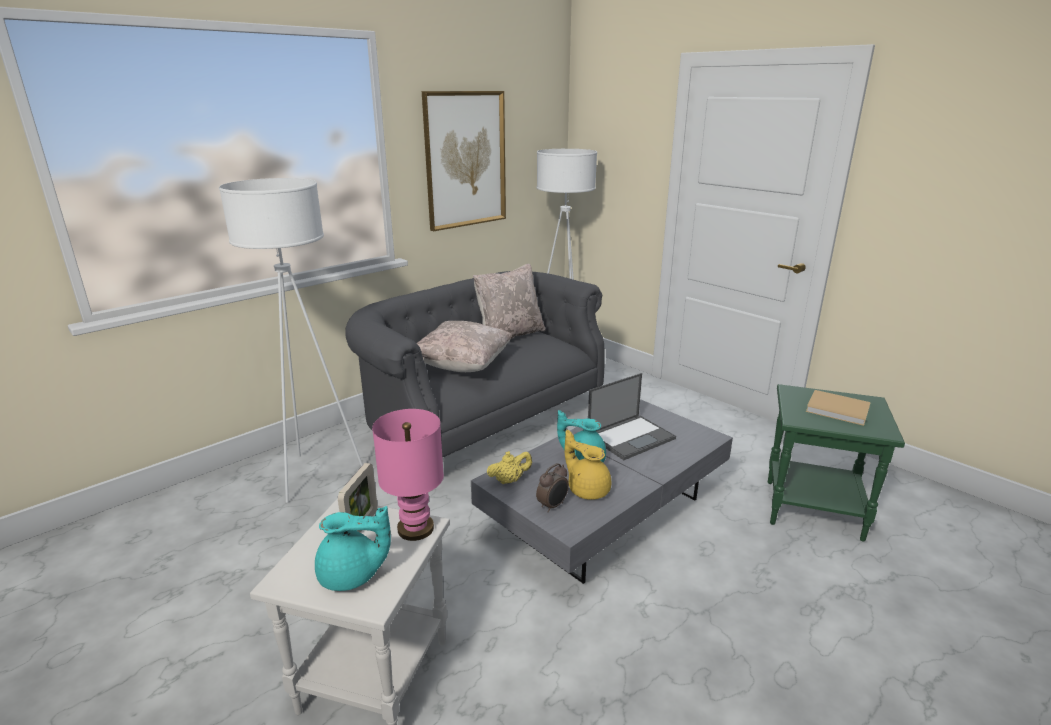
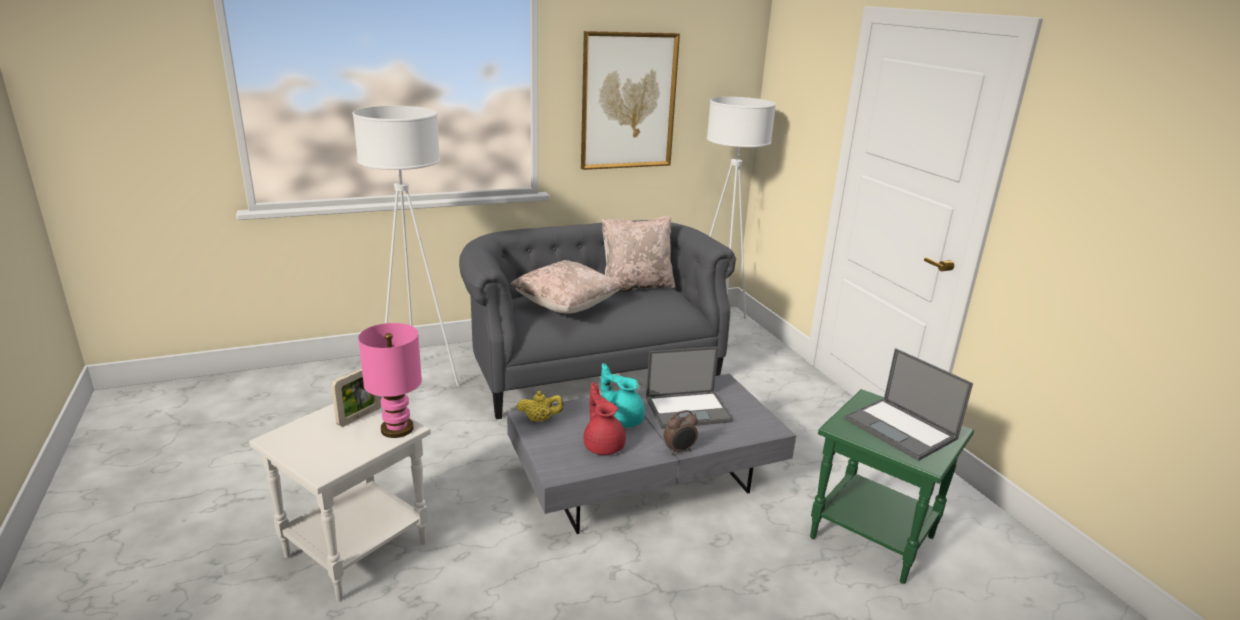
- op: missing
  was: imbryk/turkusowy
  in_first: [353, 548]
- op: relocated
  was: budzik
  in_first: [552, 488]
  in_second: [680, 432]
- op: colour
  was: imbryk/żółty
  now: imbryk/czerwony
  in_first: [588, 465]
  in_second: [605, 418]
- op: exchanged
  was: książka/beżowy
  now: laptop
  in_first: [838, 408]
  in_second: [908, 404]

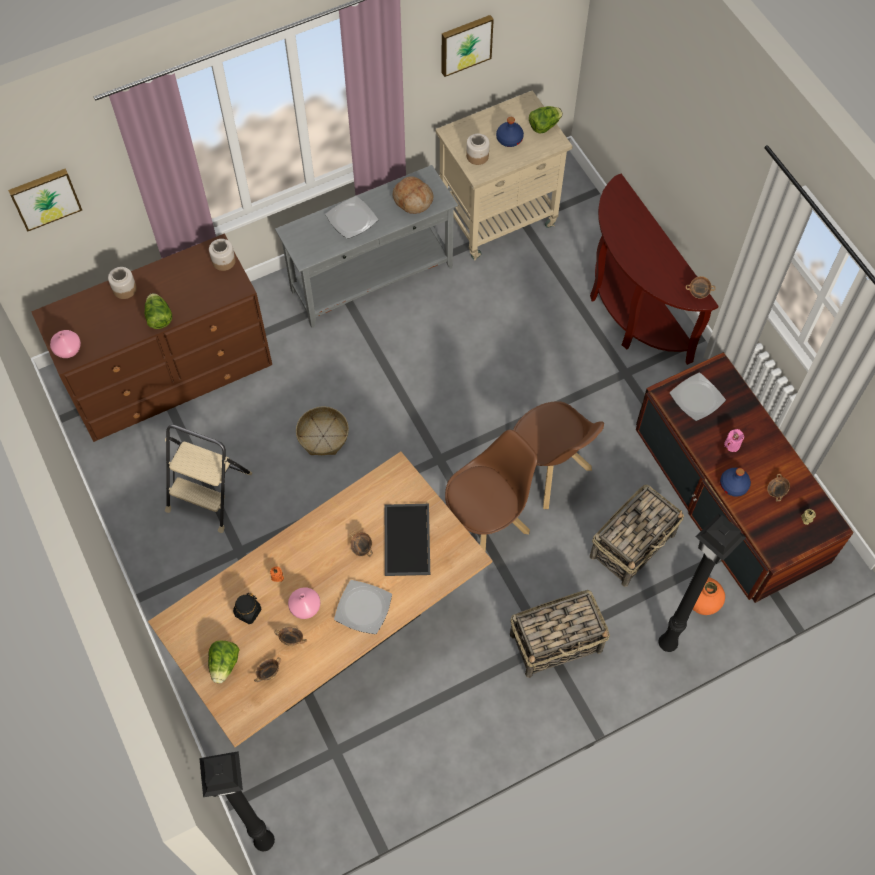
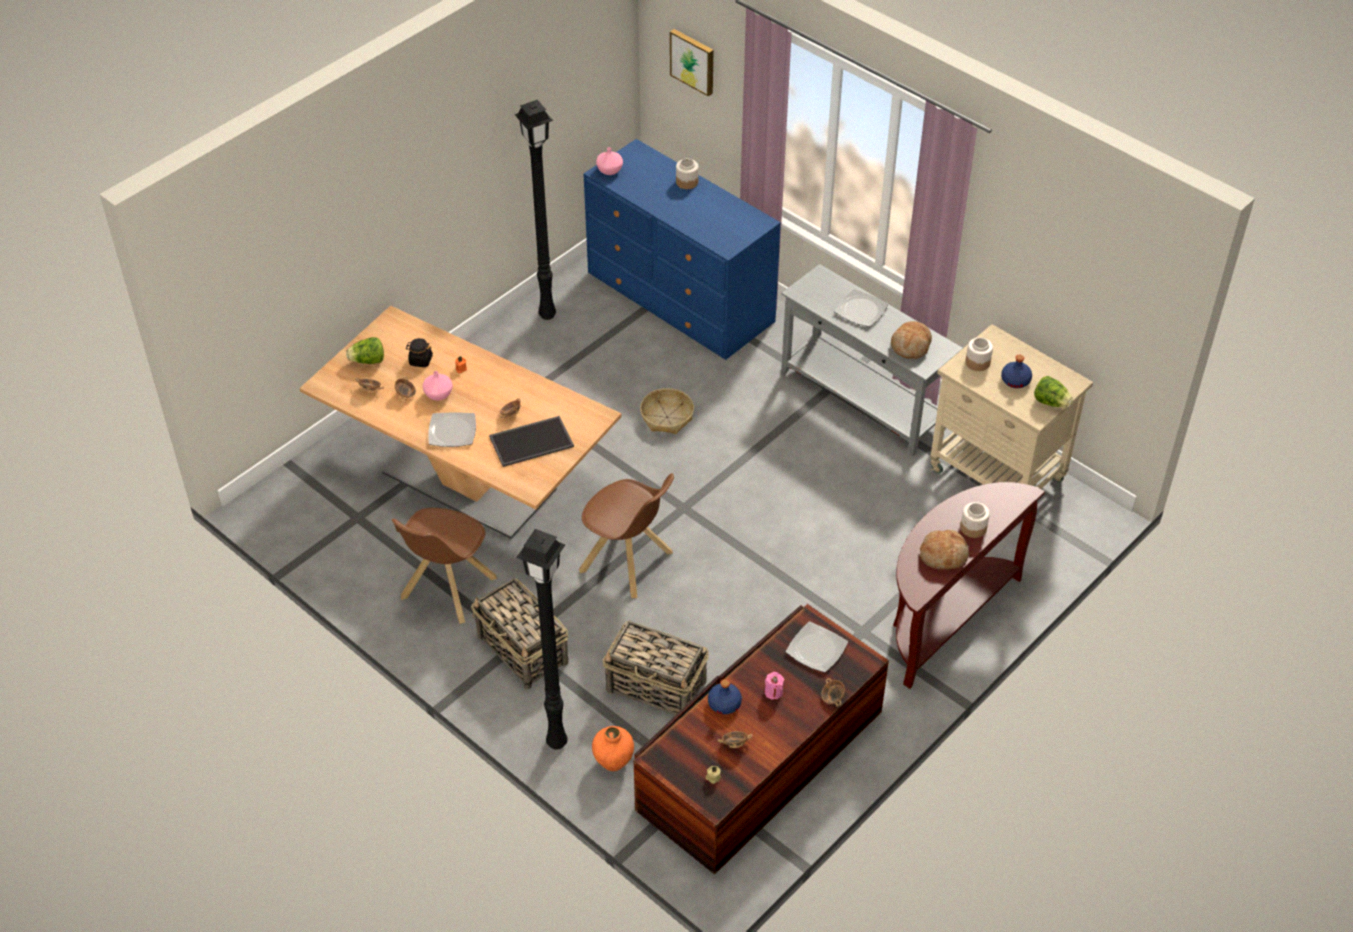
- op: colour
  was: komoda/brązowy
  now: komoda/niebieski
  in_first: [151, 337]
  in_second: [682, 249]
- op: missing
  was: sałata
  in_first: [158, 311]
- op: missing
  was: drabinka/beżowy
  in_first: [208, 479]
- op: relocated
  was: lampa stojąca/czarny
  in_first: [237, 801]
  in_second: [535, 210]
- op: relocated
  was: słoik
  in_first: [222, 255]
  in_second: [975, 520]
- op: missing
  was: obraz
  in_first: [468, 46]
- op: relocated
  was: krzesło/brązowy
  in_first: [558, 455]
  in_second: [444, 566]
- op: relocated
  was: miska
  in_first: [700, 287]
  in_second: [833, 692]
- op: appeared
  now: chleb
  in_second: [944, 549]

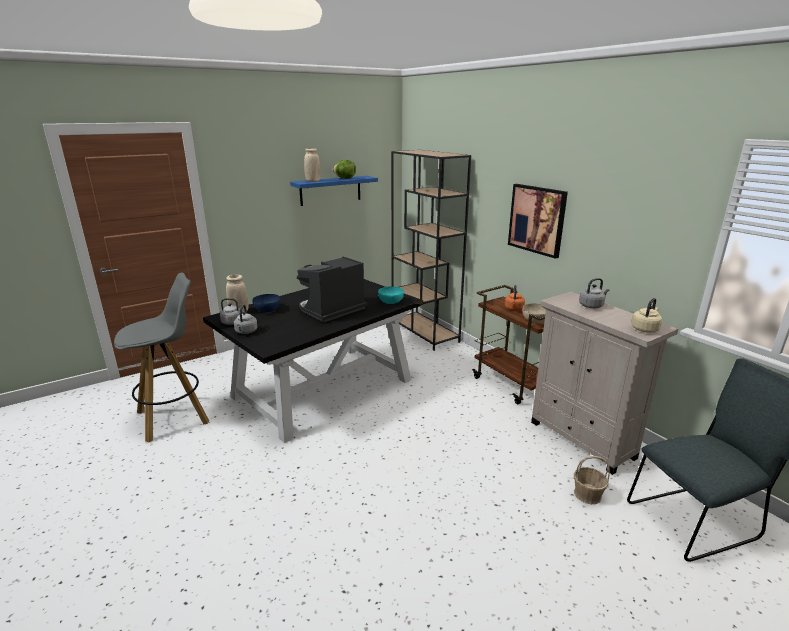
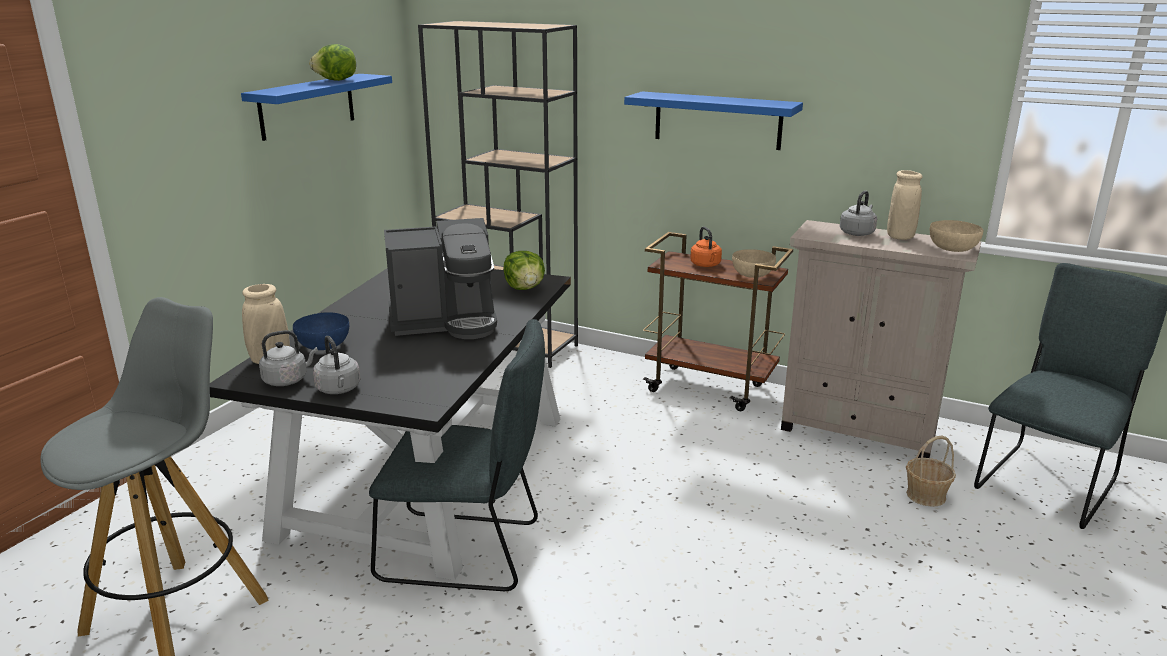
- op: spun
  was: ekspres do kawy
  in_first: [332, 289]
  in_second: [440, 278]
  clockwise: -120
- op: relocated
  was: wazon/beżowy
  in_first: [312, 165]
  in_second: [905, 205]
- op: exchanged
  was: miska/turkusowy
  now: sałata
  in_first: [391, 295]
  in_second: [524, 270]
- op: exchanged
  was: obraz
  now: półka/niebieski
  in_first: [538, 221]
  in_second: [713, 121]
- op: exchanged
  was: czajnik/beżowy
  now: miska/beżowy
  in_first: [646, 315]
  in_second: [956, 236]
- op: appeared
  now: krzesło/szary
  in_second: [457, 455]

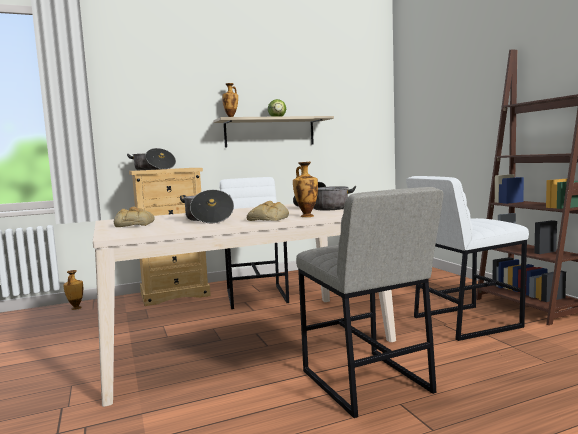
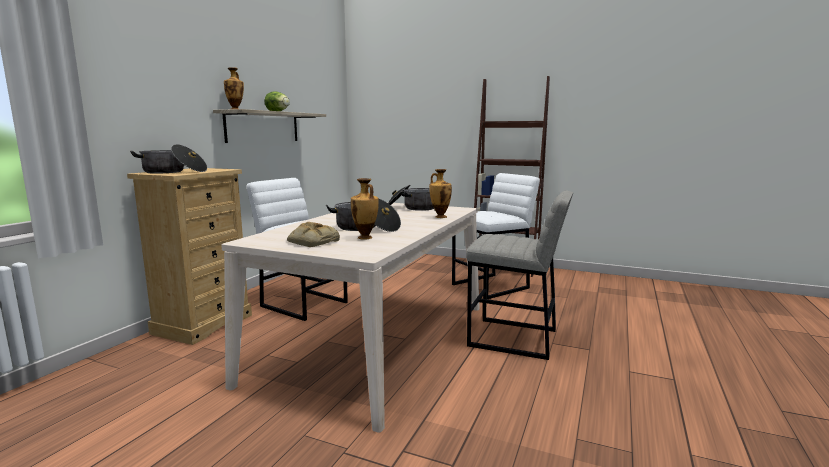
- op: relocated
  was: wazon
  in_first: [73, 290]
  in_second: [365, 209]
- op: missing
  was: chleb
  in_first: [268, 211]
- op: spun
  was: krzesło/biały
  in_first: [467, 258]
  in_second: [496, 236]
  clockwise: -150

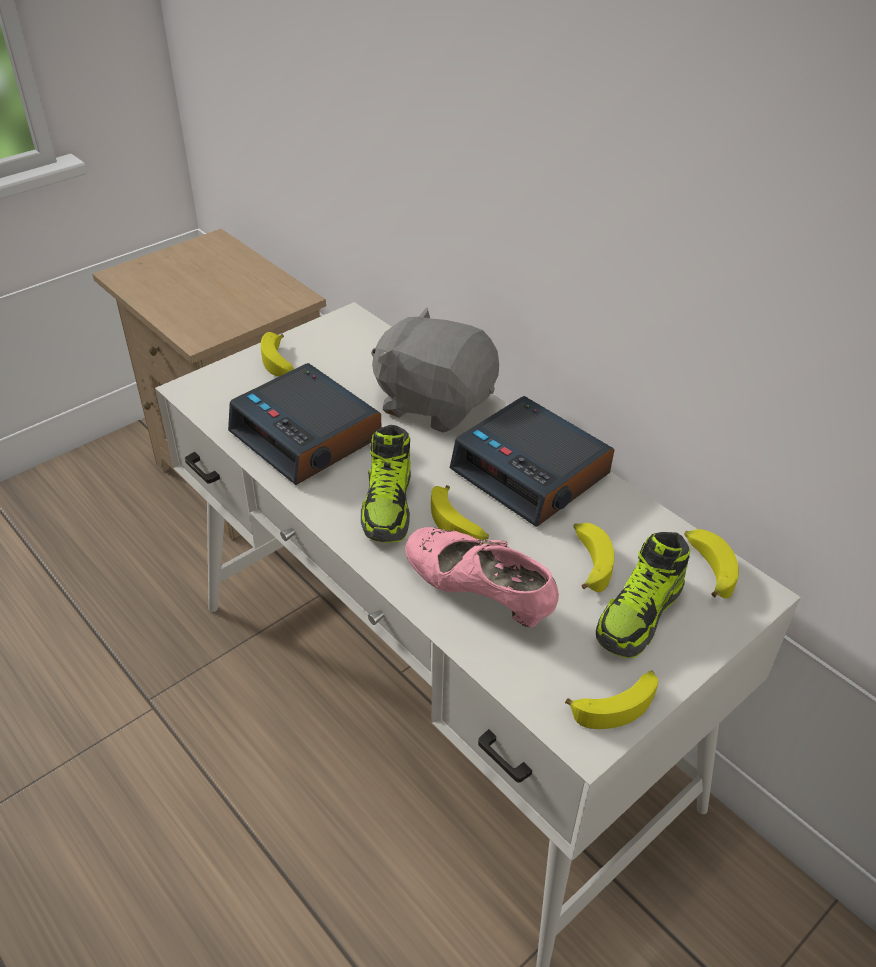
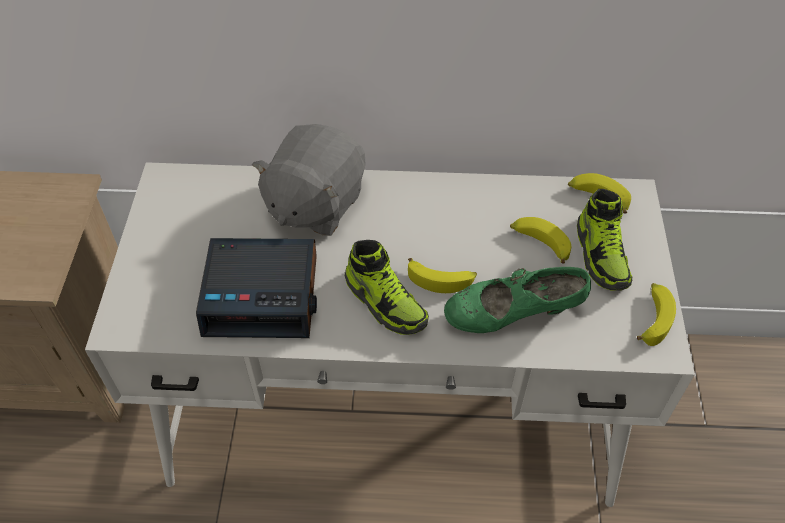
- op: missing
  was: banan
  in_first: [277, 354]
- op: spun
  was: pluszak/szary
  in_first: [435, 370]
  in_second: [309, 180]
  clockwise: -45
- op: colour
  was: but/różowy
  now: but/zielony
  in_first: [482, 577]
  in_second: [517, 300]
- op: missing
  was: budzik
  in_first: [532, 461]

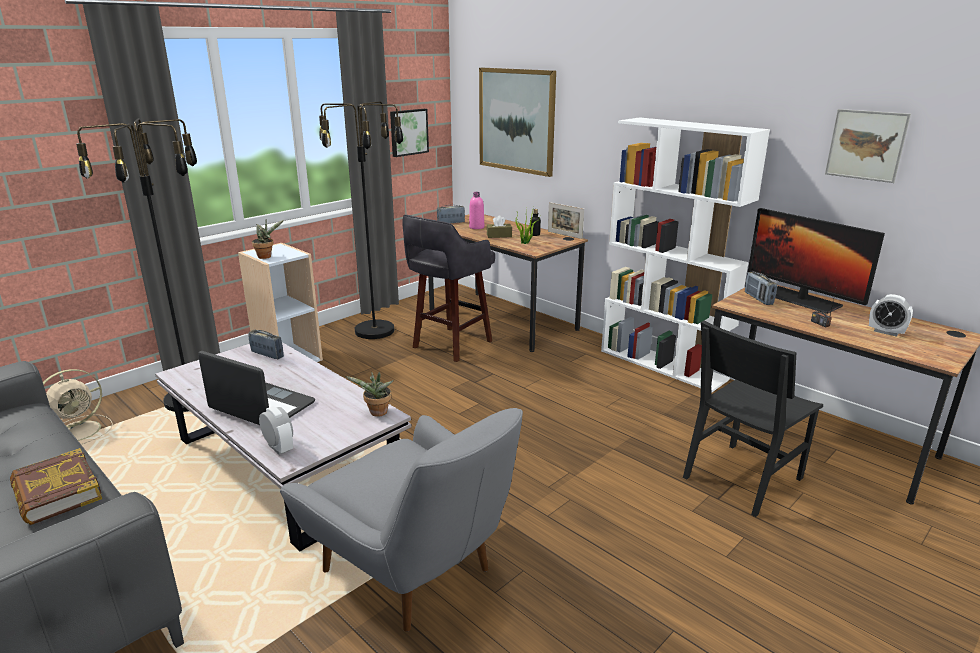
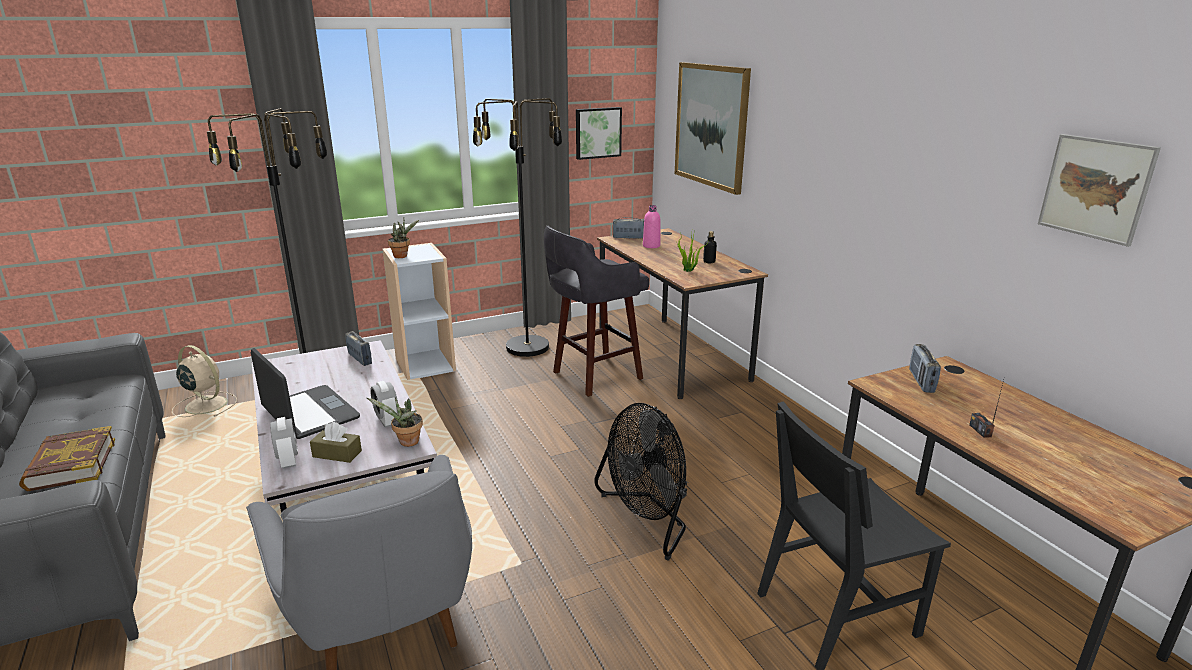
- op: spun
  was: wentylator/beżowy
  in_first: [78, 406]
  in_second: [204, 381]
  clockwise: -120
- op: relocated
  was: pudełko chusteczek/brązowy
  in_first: [499, 226]
  in_second: [336, 442]
- op: missing
  was: ramka na zdjęcie
  in_first: [566, 220]
- op: missing
  was: regał/biały
  in_first: [685, 254]
- op: missing
  was: monitor
  in_first: [816, 261]
- op: relocated
  was: budzik
  in_first: [891, 315]
  in_second: [384, 404]
- op: appeared
  now: wentylator/czarny
  in_second: [641, 482]

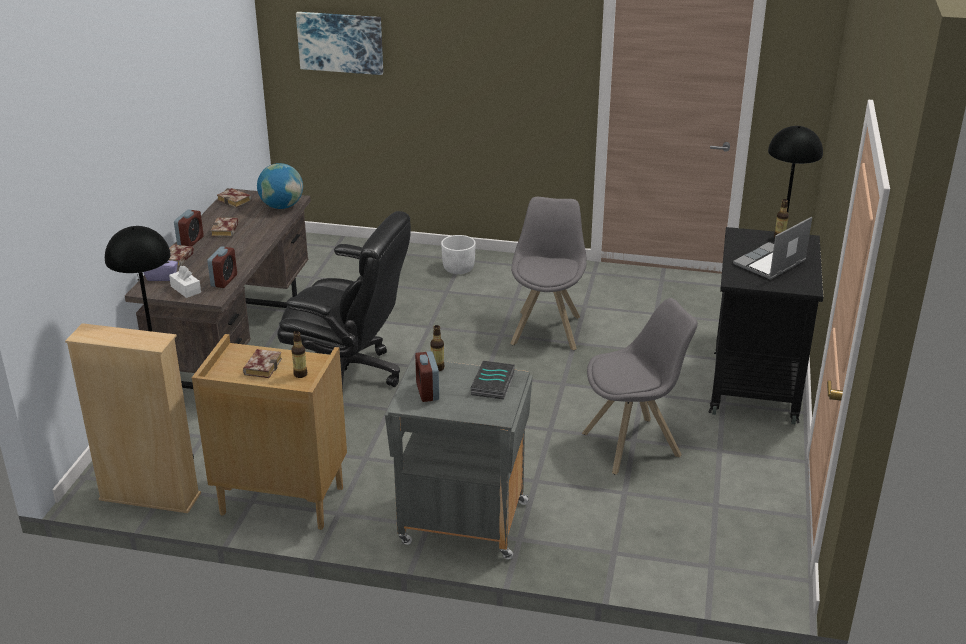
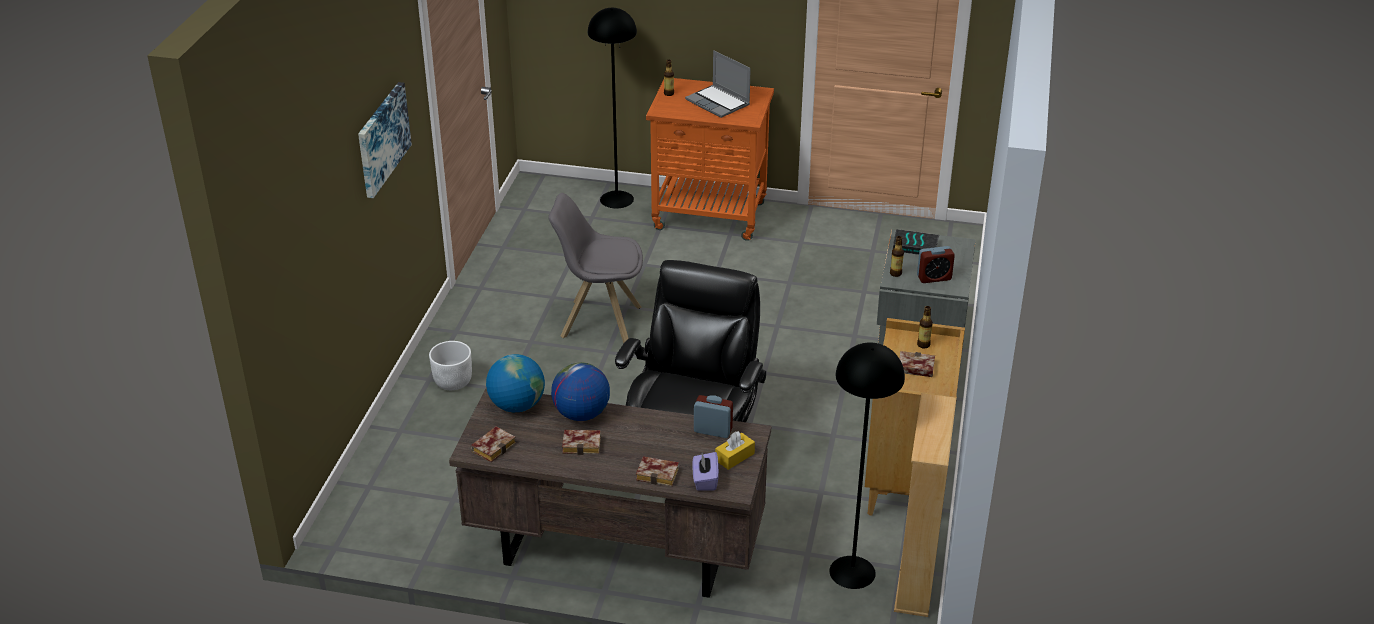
- op: colour
  was: pudełko chusteczek/biały
  now: pudełko chusteczek/żółty
  in_first: [185, 281]
  in_second: [735, 450]
- op: missing
  was: budzik
  in_first: [189, 227]
- op: relocated
  was: obraz
  in_first: [339, 43]
  in_second: [385, 140]
- op: missing
  was: krzesło/szary
  in_first: [640, 386]
- op: colour
  was: wózek/czarny
  now: wózek/pomarańczowy
  in_first: [766, 325]
  in_second: [710, 159]
- op: appeared
  now: globus
  in_second: [580, 391]

